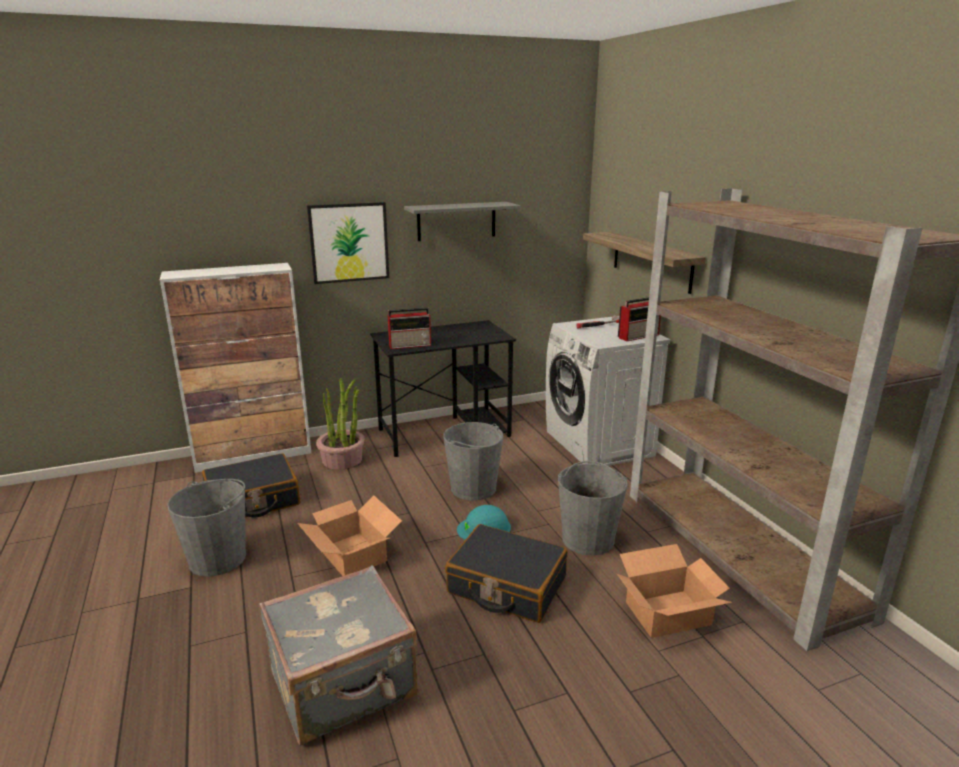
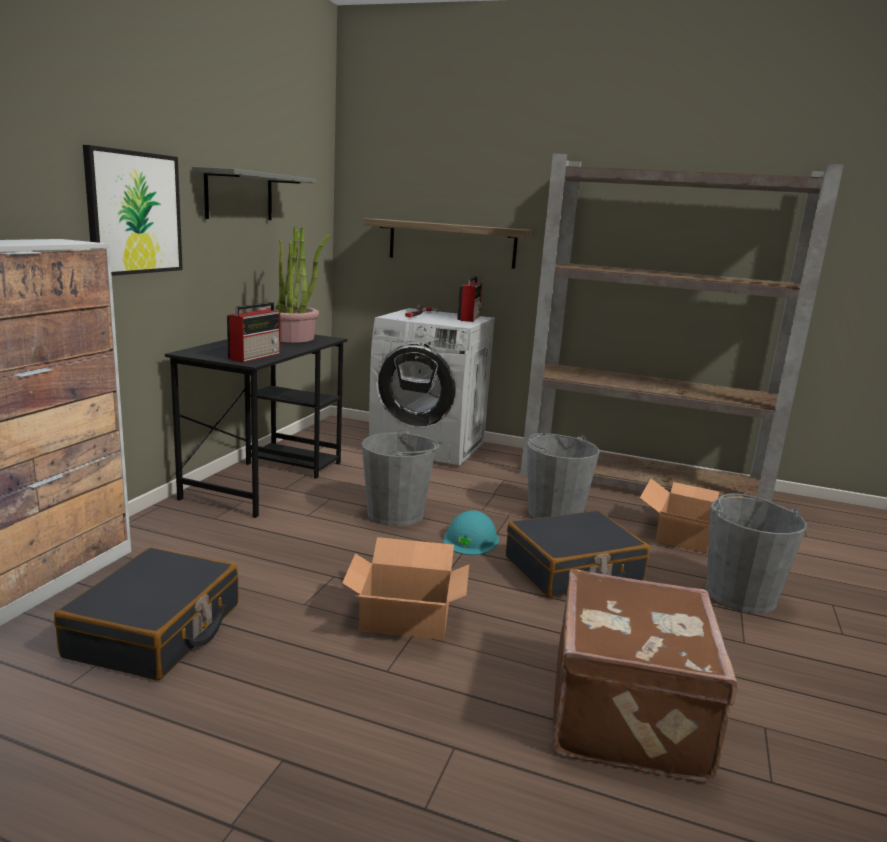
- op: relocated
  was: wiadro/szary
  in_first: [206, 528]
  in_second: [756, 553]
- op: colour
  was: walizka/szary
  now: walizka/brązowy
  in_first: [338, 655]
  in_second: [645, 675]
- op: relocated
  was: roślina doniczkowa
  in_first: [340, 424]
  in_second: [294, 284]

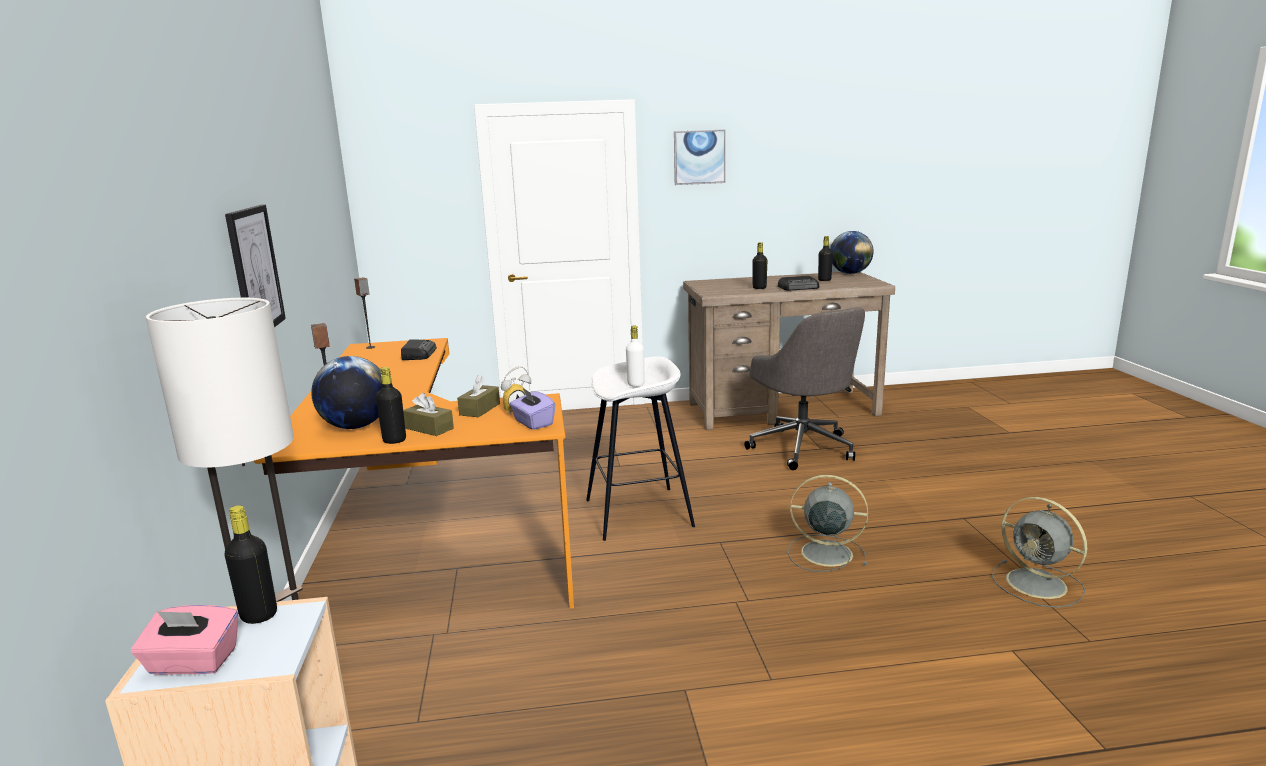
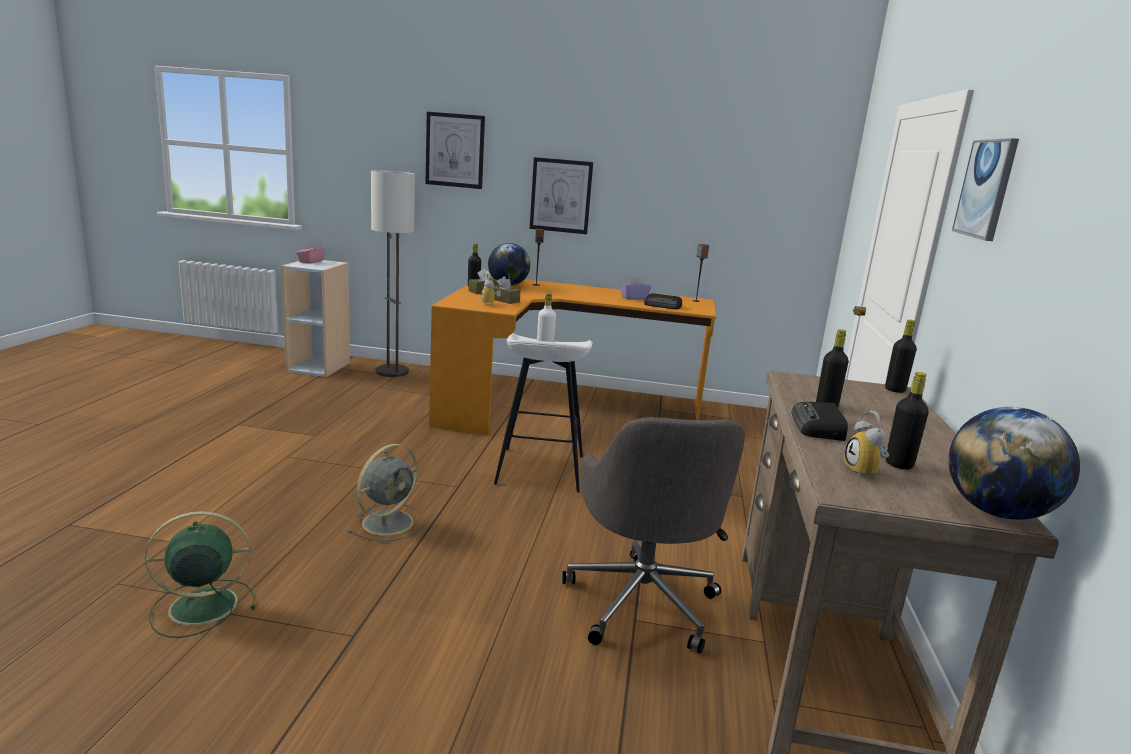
- op: relocated
  was: butelka/czarny
  in_first: [251, 564]
  in_second: [901, 356]
- op: relocated
  was: pudełko chusteczek/fioletowy
  in_first: [532, 408]
  in_second: [635, 288]
- op: spun
  was: krzesło biurowe/szary
  in_first: [804, 388]
  in_second: [653, 535]
  clockwise: -90
- op: colour
  was: wentylator/szary
  now: wentylator/zielony
  in_first: [1039, 552]
  in_second: [200, 574]
- op: appeared
  now: obraz
  in_second: [455, 150]
- op: appeared
  now: budzik
  in_second: [866, 445]

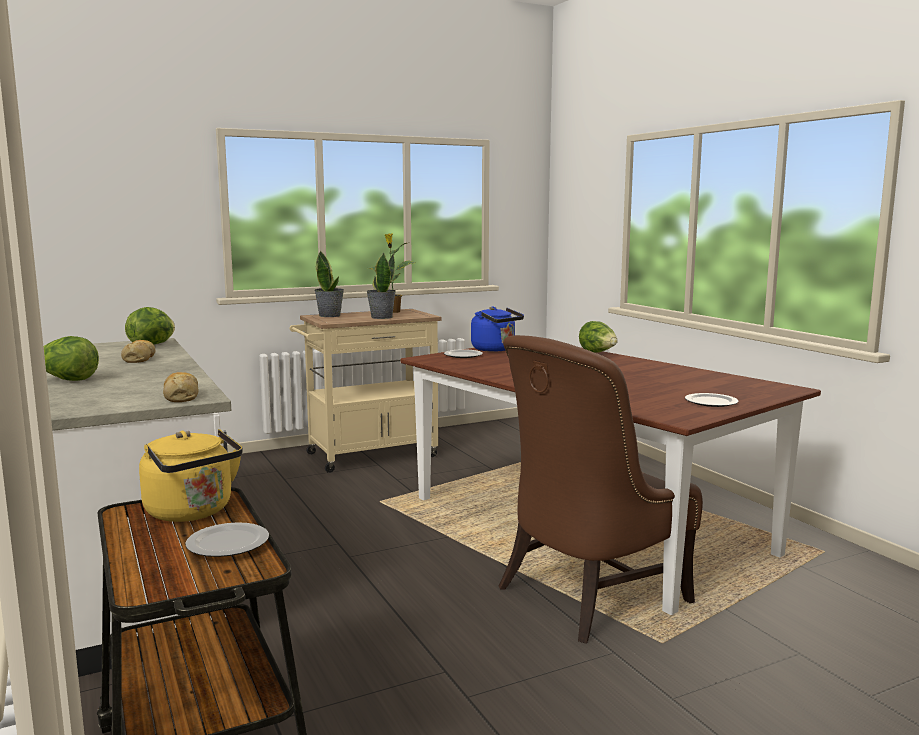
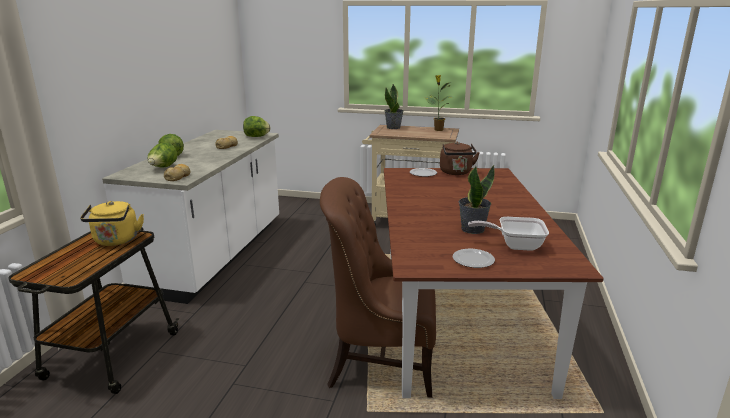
- op: missing
  was: talerz
  in_first: [227, 539]
- op: relocated
  was: roślina doniczkowa
  in_first: [381, 285]
  in_second: [476, 199]
- op: colour
  was: czajnik/niebieski
  now: czajnik/brązowy
  in_first: [497, 329]
  in_second: [460, 158]
- op: relocated
  was: sałata
  in_first: [598, 337]
  in_second: [162, 155]
- op: appeared
  now: patelnia
  in_second: [508, 234]

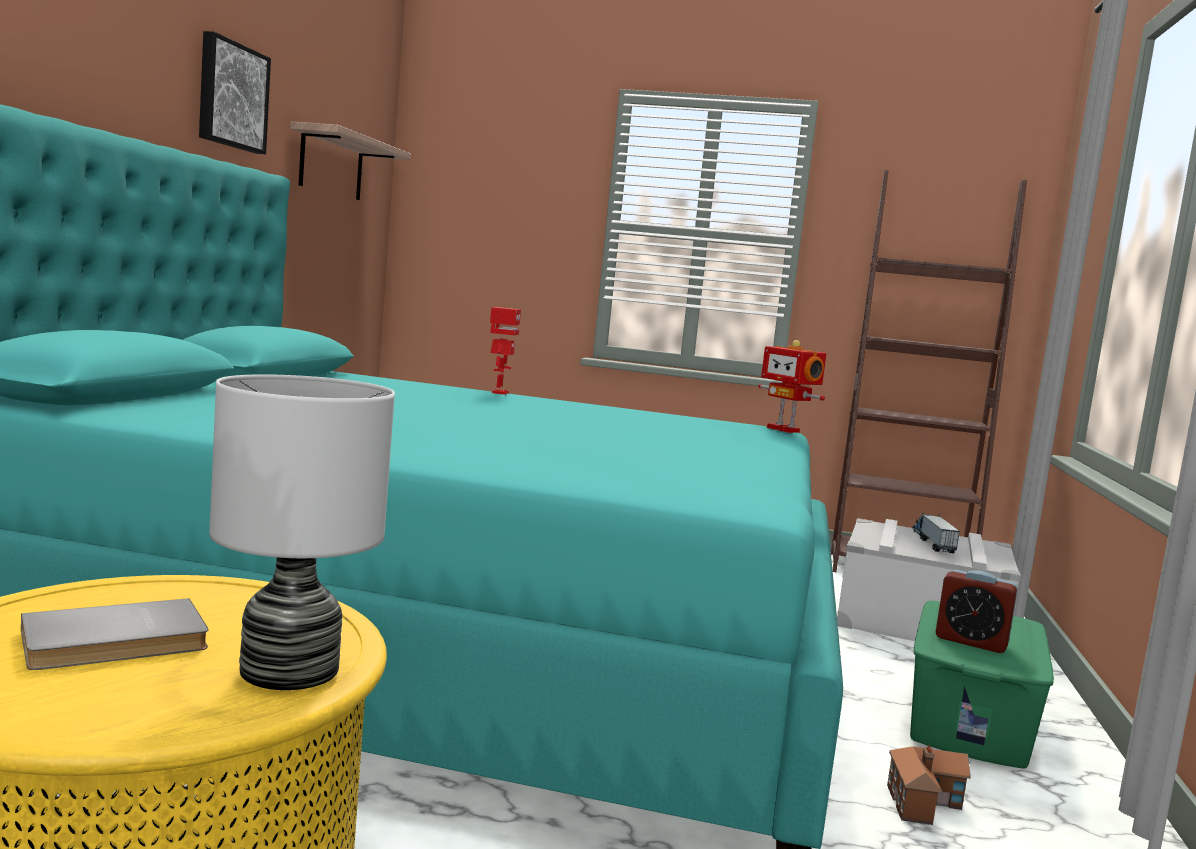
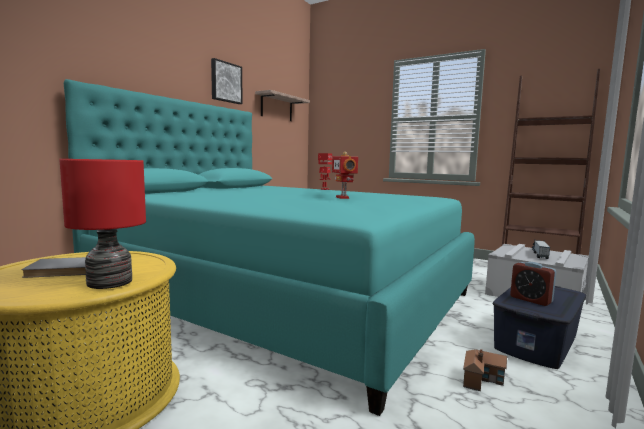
- op: colour
  was: lampa stołowa/szary
  now: lampa stołowa/czerwony
  in_first: [302, 532]
  in_second: [102, 224]
- op: relocated
  was: robot zabawkowy
  in_first: [792, 386]
  in_second: [345, 175]
- op: colour
  was: pojemnik do przechowywania/zielony
  now: pojemnik do przechowywania/niebieski
  in_first: [982, 684]
  in_second: [539, 327]

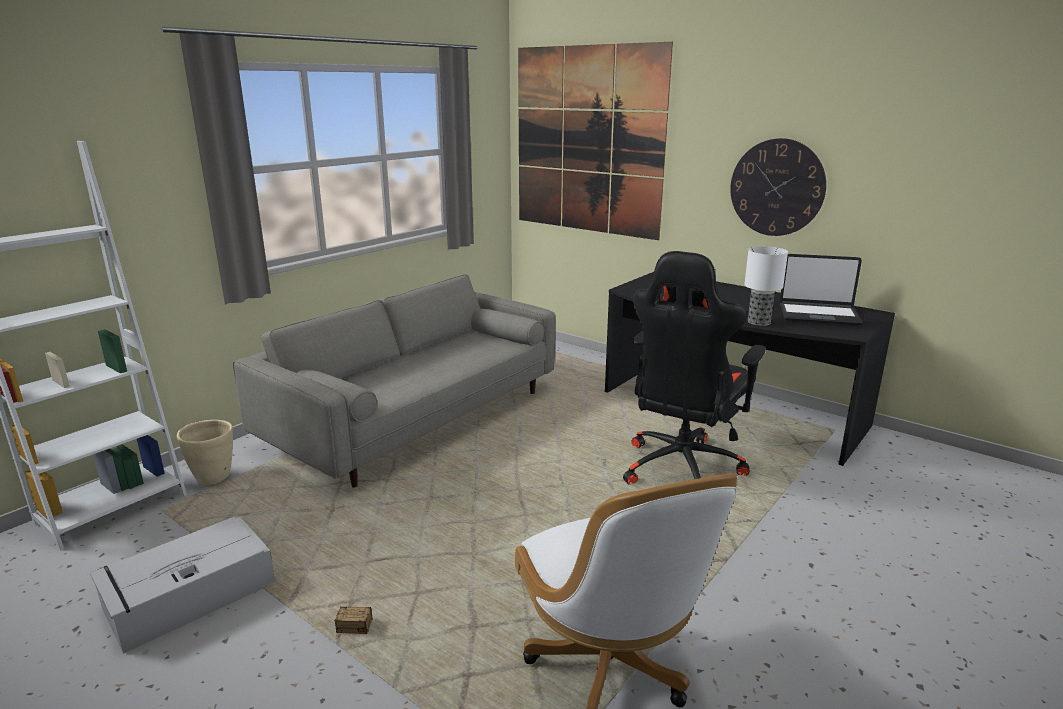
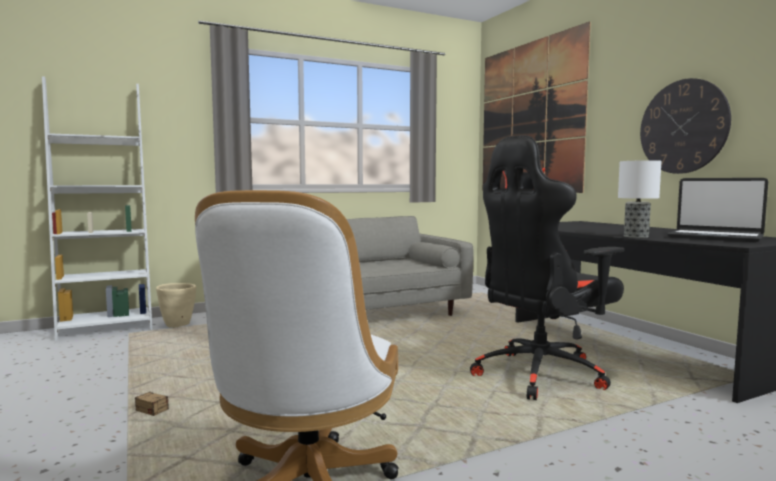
- op: missing
  was: pojemnik do przechowywania/szary
  in_first: [182, 585]

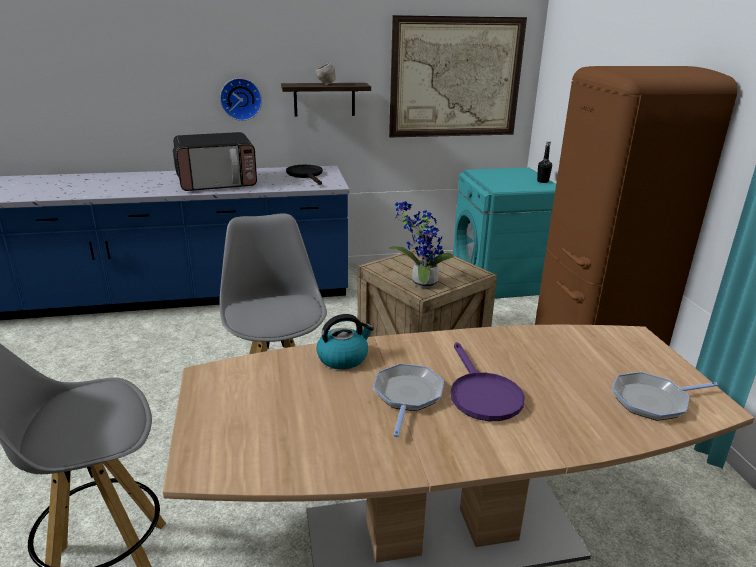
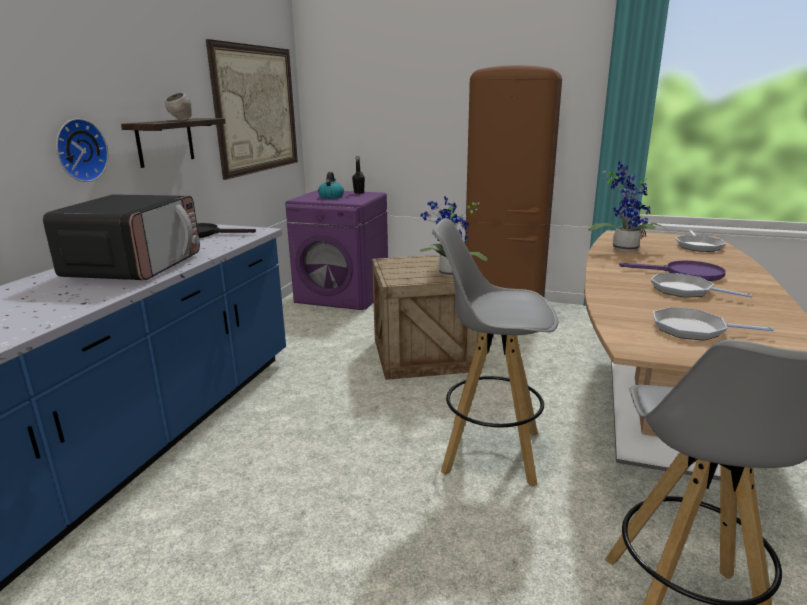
- op: relocated
  was: czajnik
  in_first: [345, 341]
  in_second: [331, 185]
- op: colour
  was: pralka/turkusowy
  now: pralka/fioletowy
  in_first: [504, 233]
  in_second: [336, 250]
- op: appeared
  now: roślina doniczkowa
  in_second: [626, 206]
- op: appeared
  now: patelnia
  in_second: [713, 324]

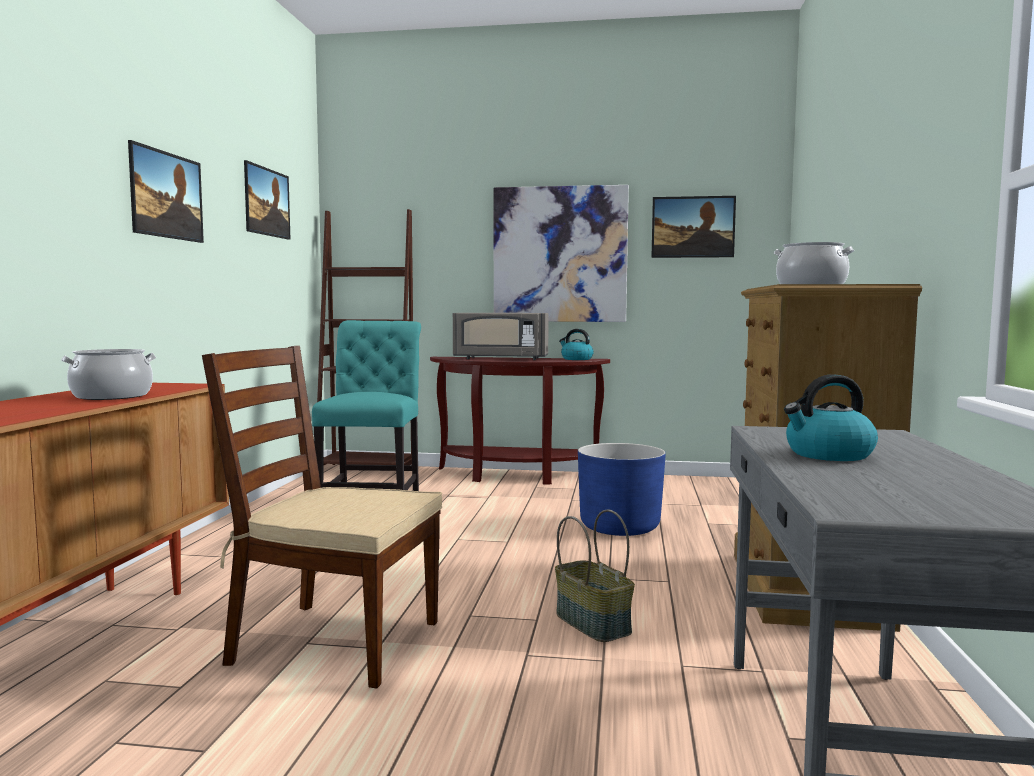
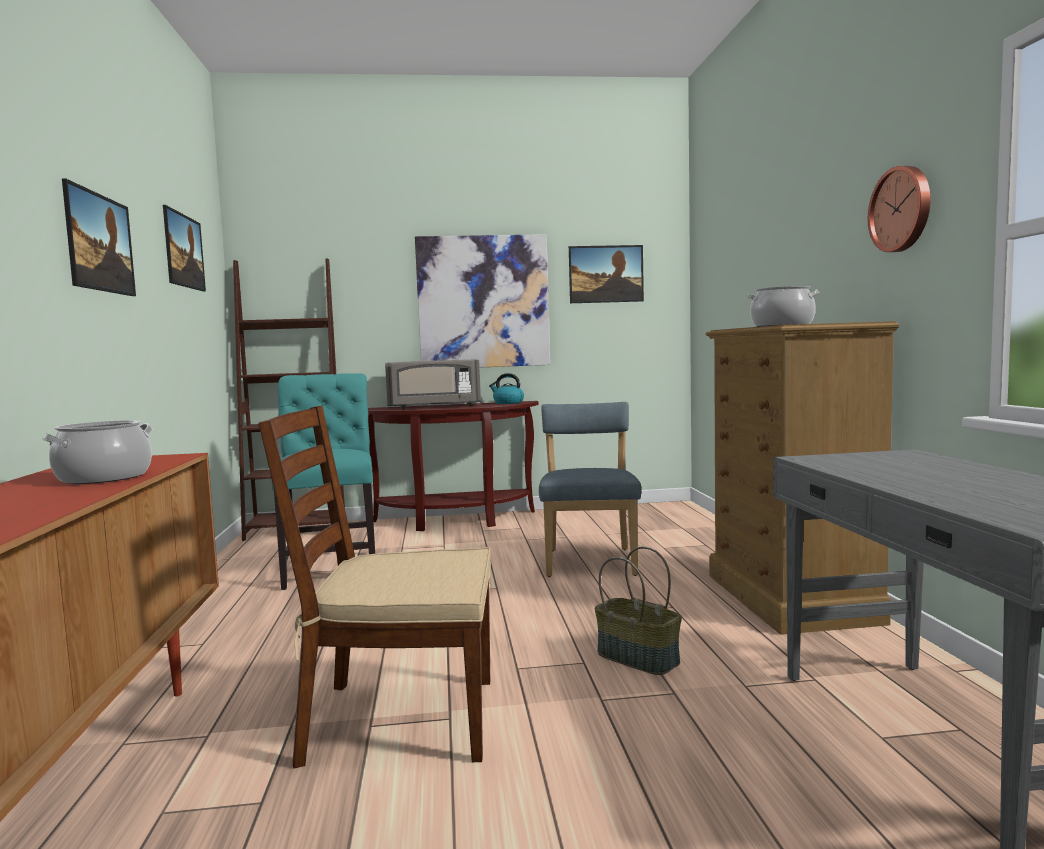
- op: exchanged
  was: donica/niebieski
  now: krzesło/niebieski
  in_first: [622, 489]
  in_second: [590, 489]
- op: missing
  was: czajnik
  in_first: [831, 417]
- op: appeared
  now: zegar ścienny
  in_second: [899, 209]

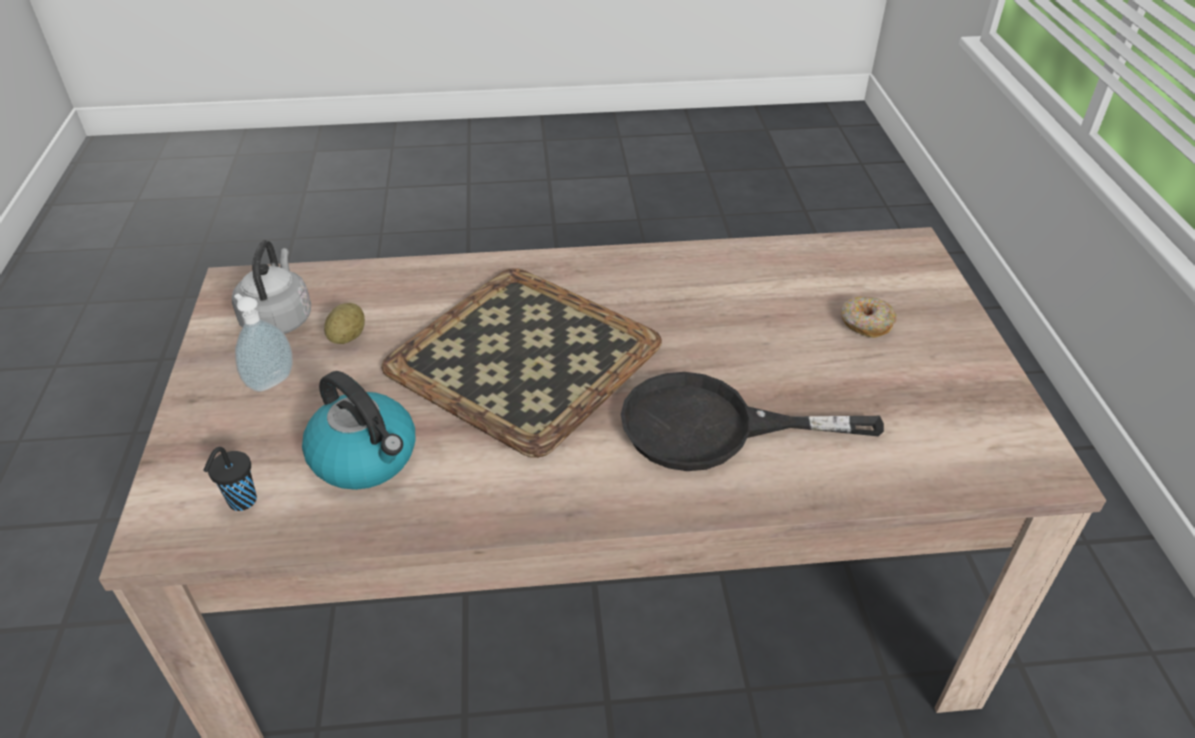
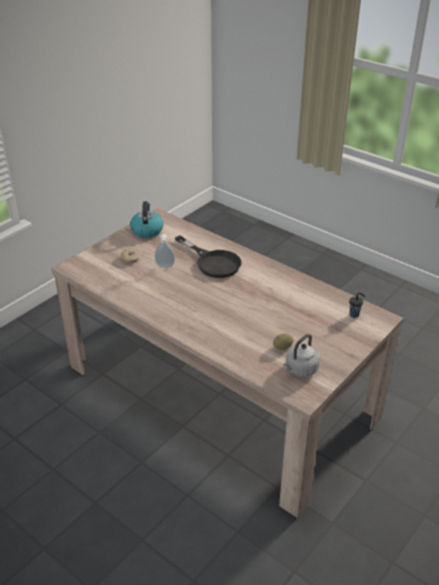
- op: relocated
  was: dozownik mydła
  in_first: [263, 343]
  in_second: [165, 251]
- op: relocated
  was: czajnik
  in_first: [358, 430]
  in_second: [147, 219]
- op: missing
  was: taca
  in_first: [521, 363]

